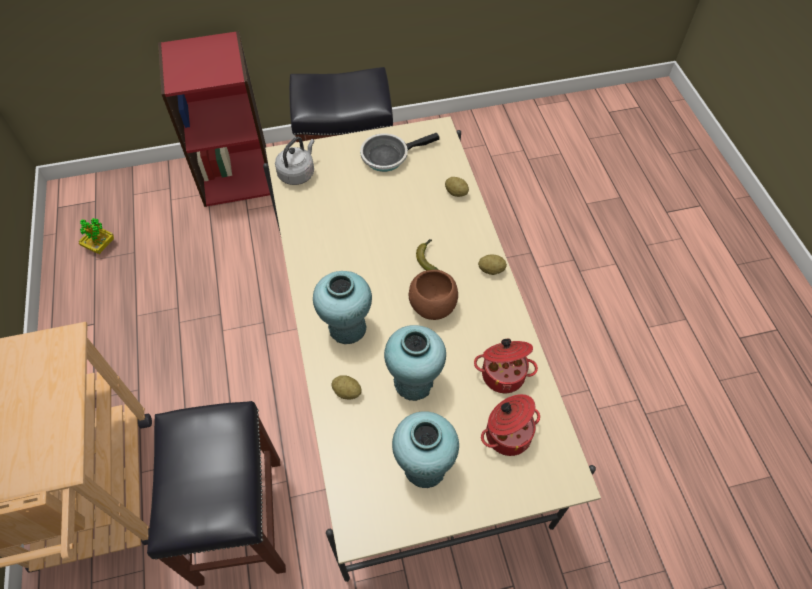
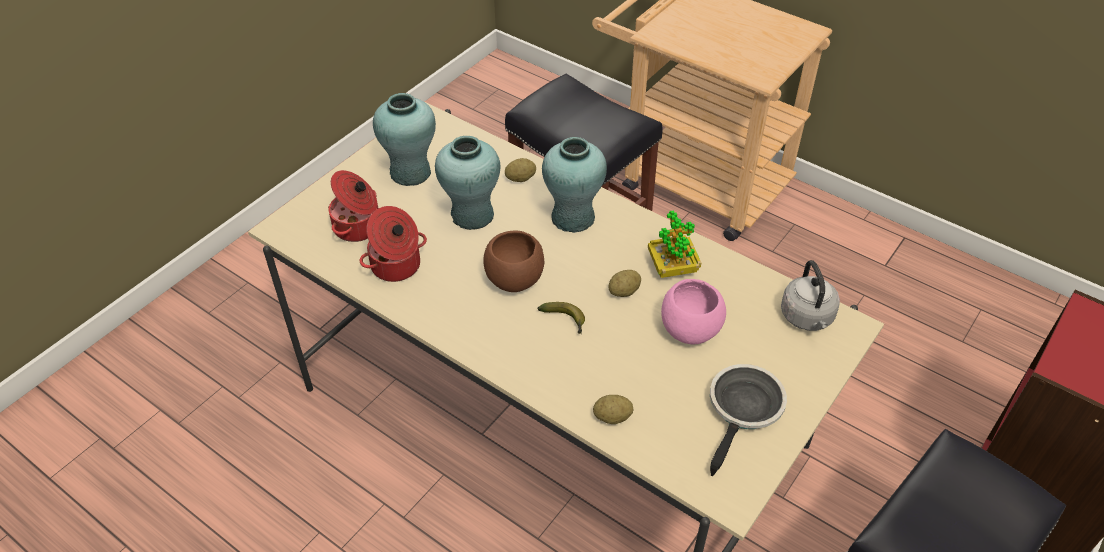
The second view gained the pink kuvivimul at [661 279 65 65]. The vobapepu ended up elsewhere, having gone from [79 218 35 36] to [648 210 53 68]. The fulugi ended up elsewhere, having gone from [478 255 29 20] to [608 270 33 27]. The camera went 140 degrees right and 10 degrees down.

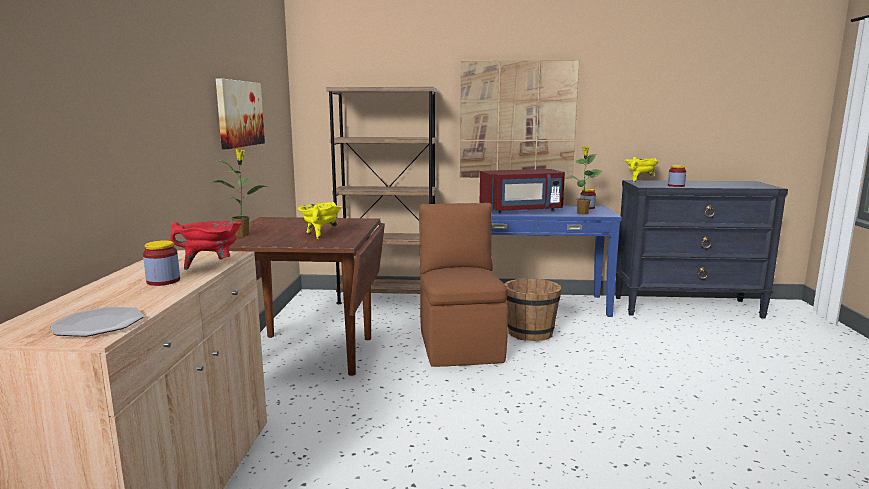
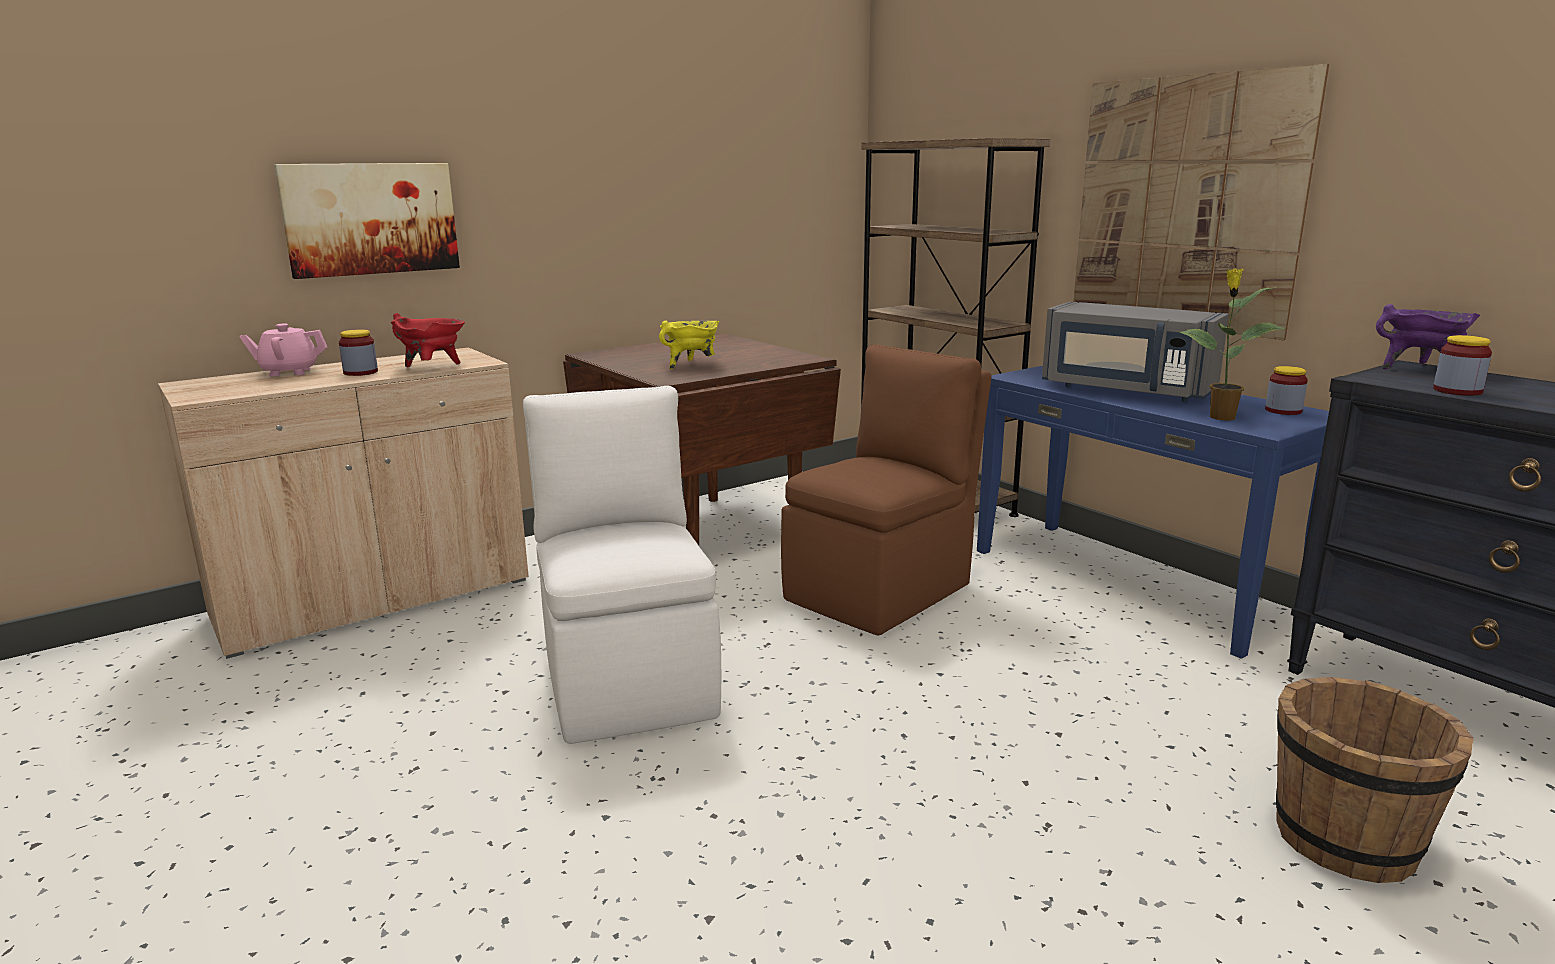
The second view lost the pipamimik at [50 307 94 30]. The second view lost the vobapepu at [214 149 55 88]. The second view gained the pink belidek at [239 324 88 53]. The second view gained the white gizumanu at [523 386 198 358]. The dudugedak ended up elsewhere, having gone from [216 78 49 71] to [274 163 186 116]. The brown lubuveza ended up elsewhere, having gone from [504 278 57 63] to [1276 677 198 206]. What was the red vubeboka at [480 169 85 44] turned into the grey vubeboka at [1042 302 187 100]. What was the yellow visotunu at [625 157 34 26] turned into the purple visotunu at [1376 304 104 65]. The camera went 50 degrees right and 5 degrees up.

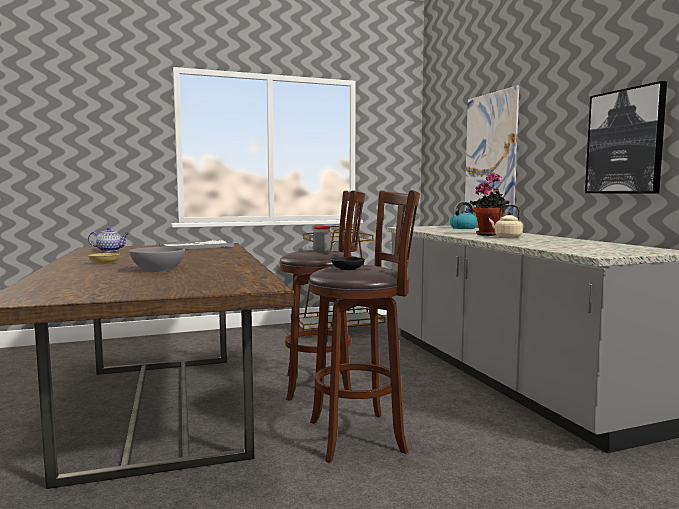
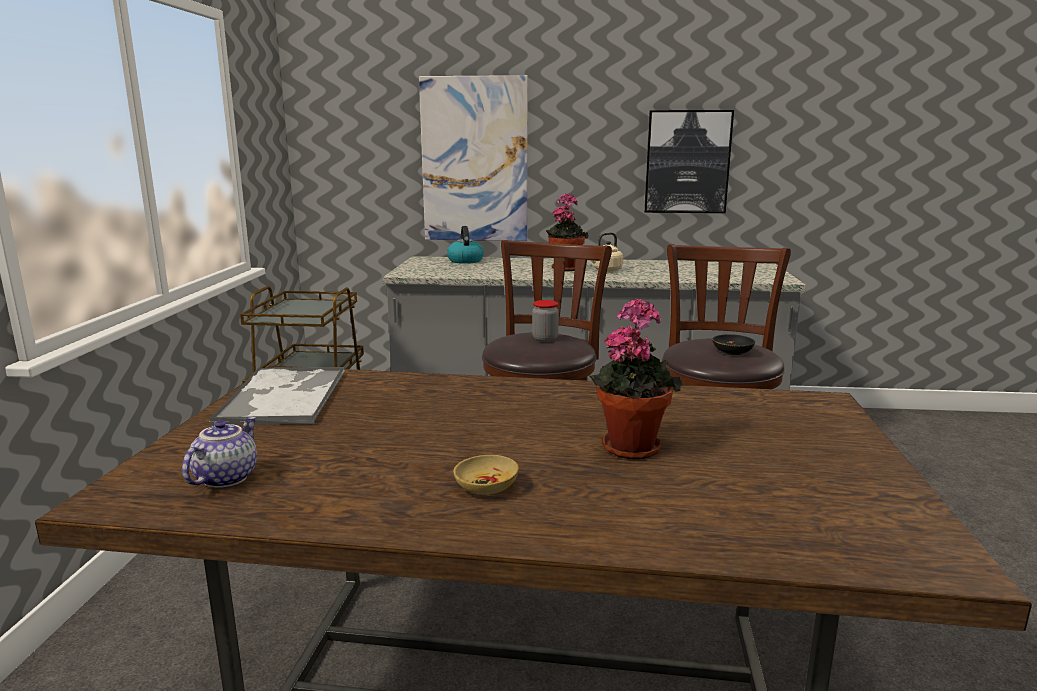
Where the grey kuvivimul stood at [129 247 56 25], the vobapepu came to stand at [590 298 92 161]. The camera went 65 degrees left and 10 degrees up.

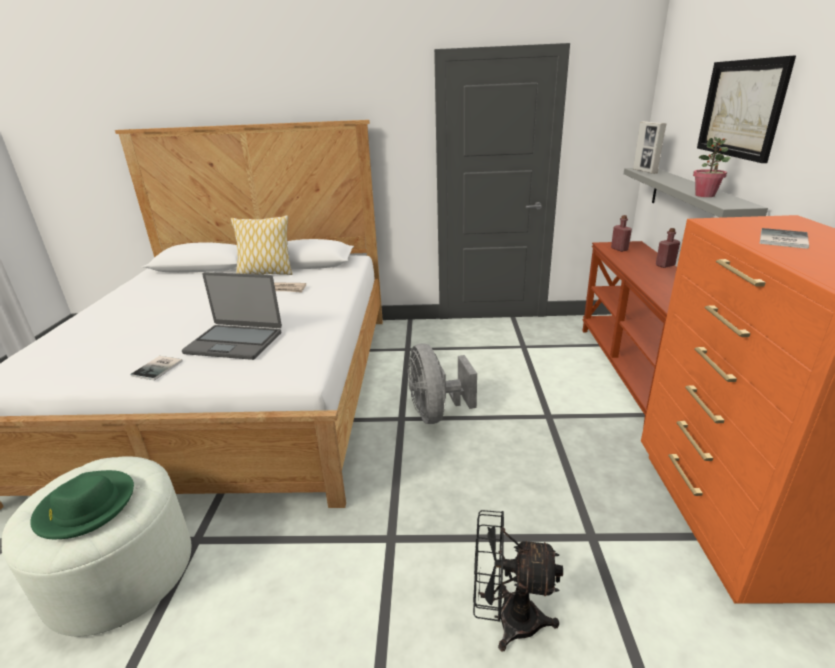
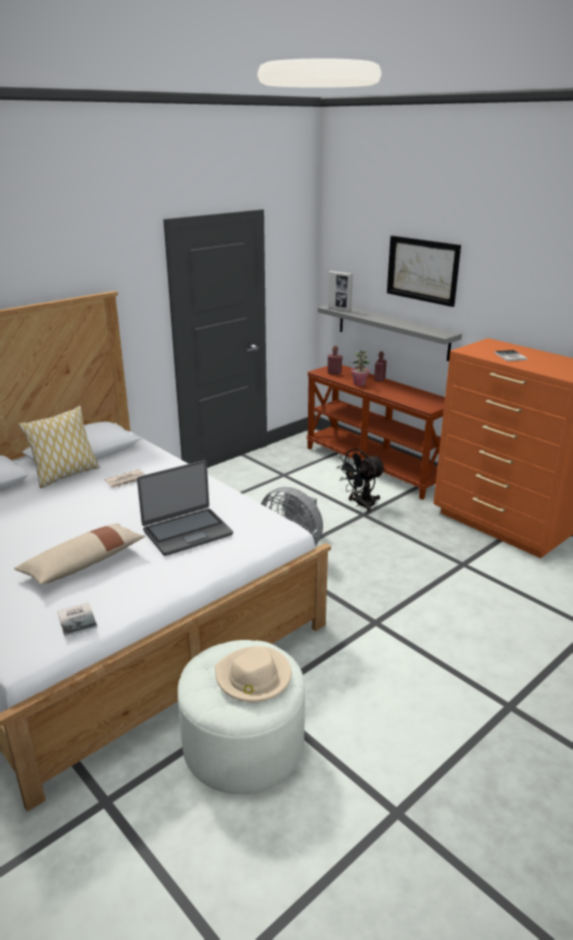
The second view gained the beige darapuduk at [14 523 131 62]. The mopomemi ended up elsewhere, having gone from [130 356 53 25] to [57 603 41 34]. The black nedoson ended up elsewhere, having gone from [473 510 90 141] to [338 449 47 63]. The vobapepu ended up elsewhere, having gone from [693 137 37 60] to [351 350 19 36]. What was the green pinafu at [30 470 104 69] turned into the beige pinafu at [215 646 77 56]. The camera went 45 degrees left and 0 degrees up.

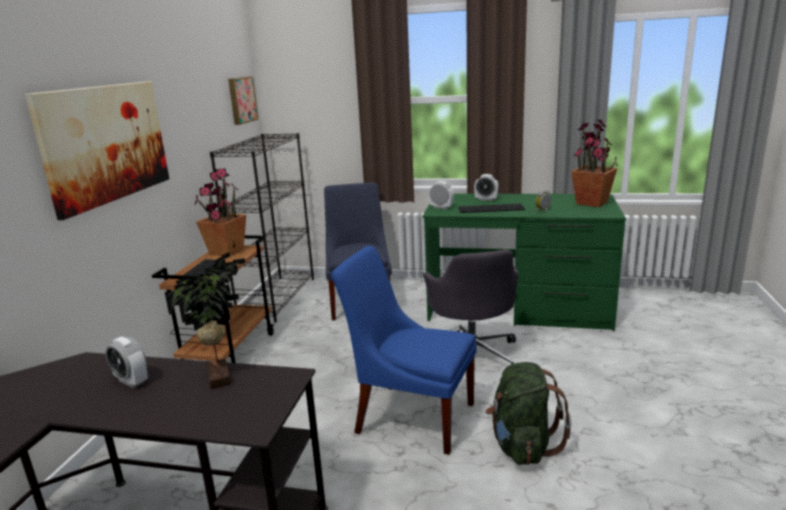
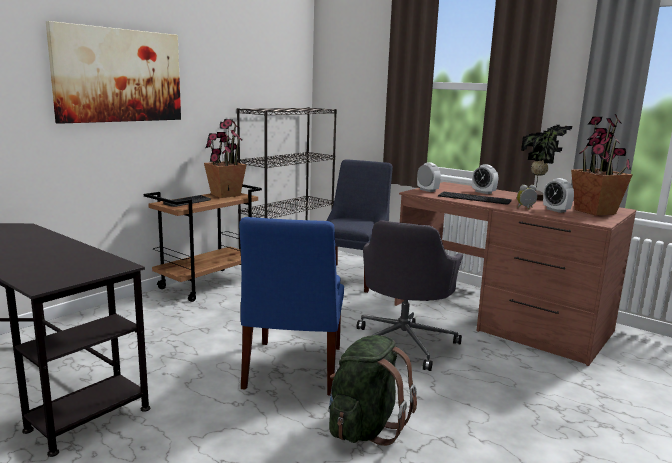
The second view lost the dudugedak at [228 76 30 49]. The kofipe ended up elsewhere, having gone from [106 337 42 51] to [543 178 31 35]. The vobapepu ended up elsewhere, having gone from [165 252 80 137] to [521 125 51 75]. What was the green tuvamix at [422 193 204 138] turned into the brown tuvamix at [394 182 242 184]. The blue gizumanu at [331 246 145 209] ended up facing another way, 135 degrees counterclockwise from before. The camera went 25 degrees right and 5 degrees down.

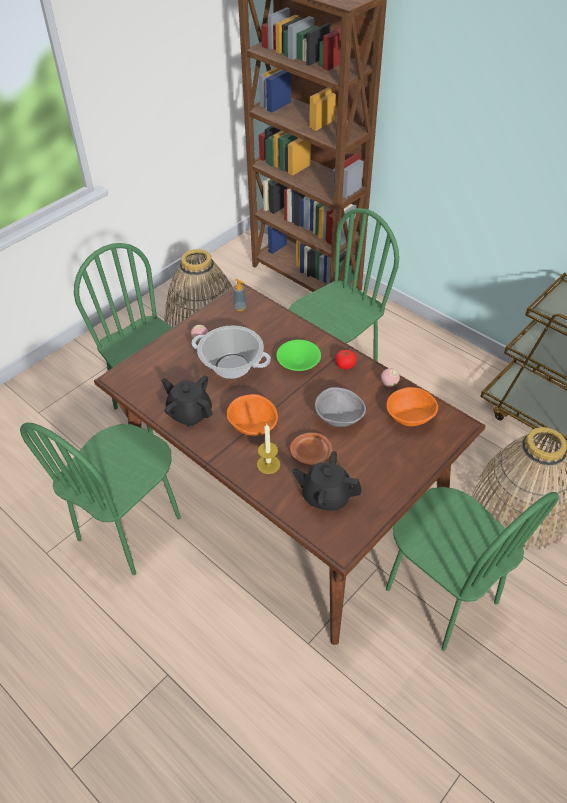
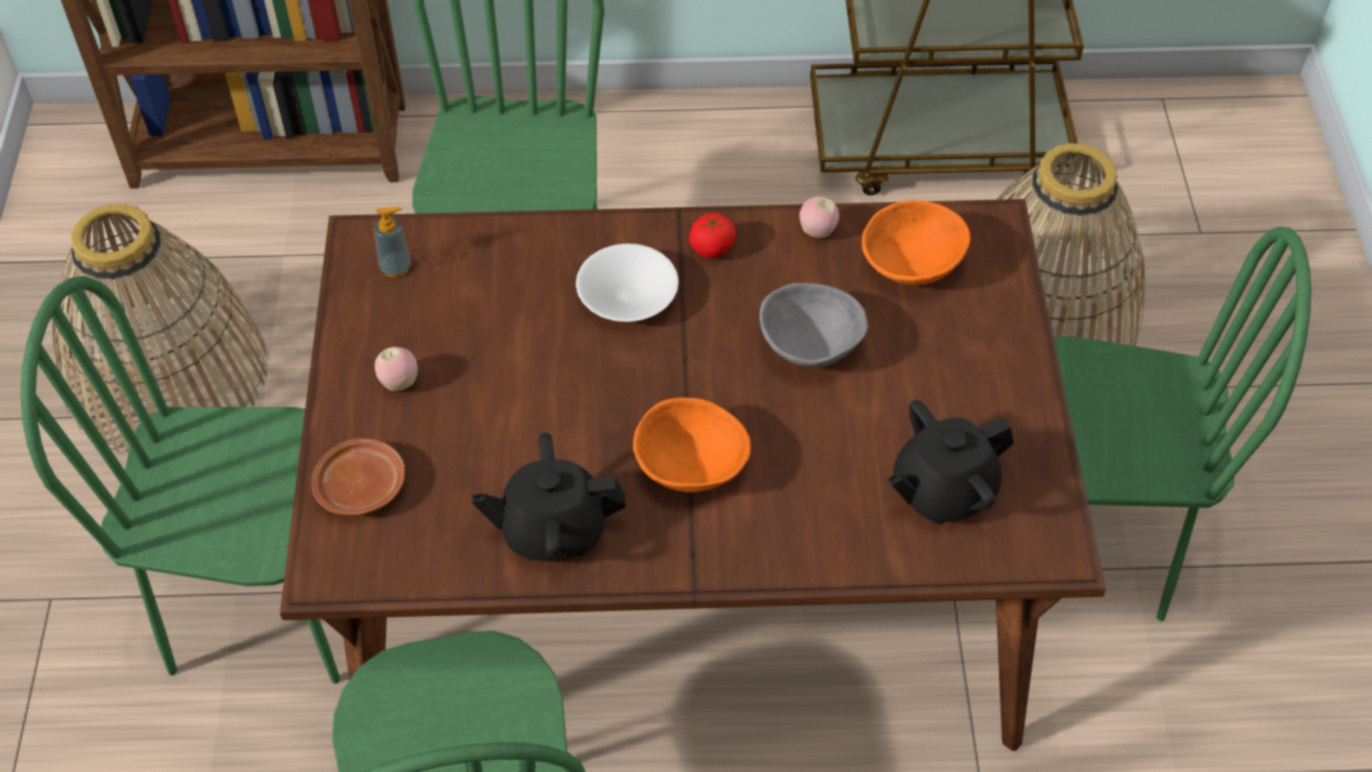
The second view lost the visotunu at [192 326 79 53]. The second view lost the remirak at [257 424 23 50]. The brown pipamimik ended up elsewhere, having gone from [290 433 42 32] to [311 438 94 78]. What was the green kuvivimul at [276 340 45 31] turned into the white kuvivimul at [576 244 103 78]. The camera went 45 degrees left and 5 degrees up.

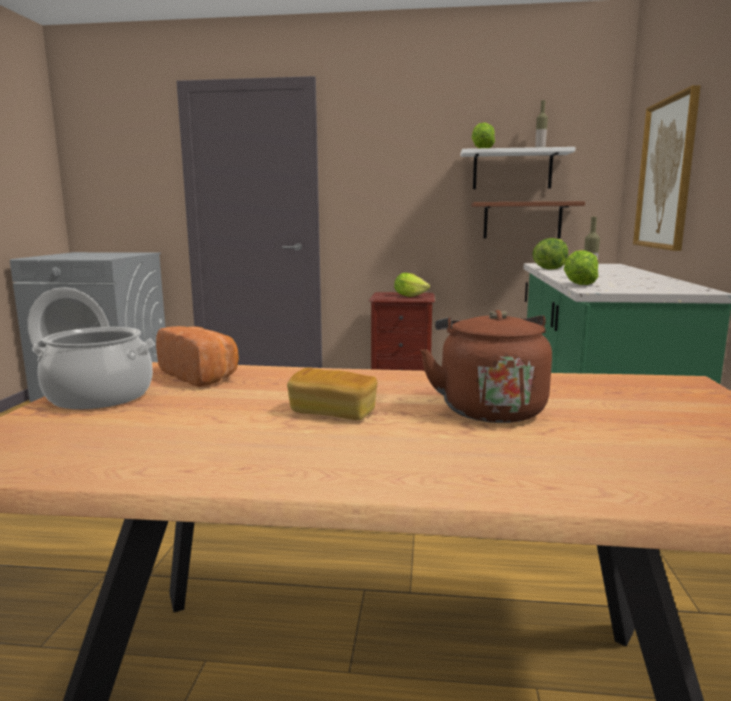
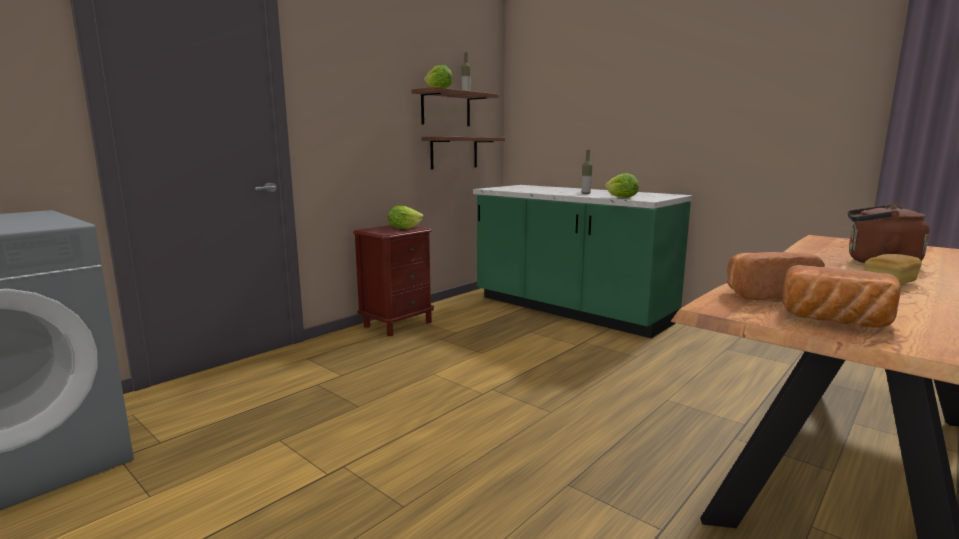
The second view lost the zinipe at [532 238 36 32]. The second view lost the dudugedak at [633 85 68 166]. Where the visotunu stood at [32 327 123 82], the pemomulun came to stand at [782 265 119 63]. What was the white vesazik at [461 147 115 42] turned into the brown vesazik at [412 87 87 39]. The camera went 55 degrees left and 0 degrees up.

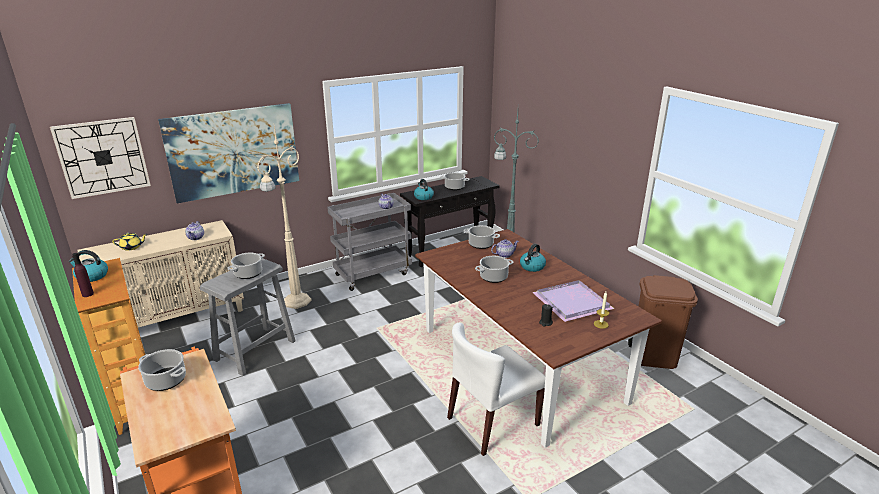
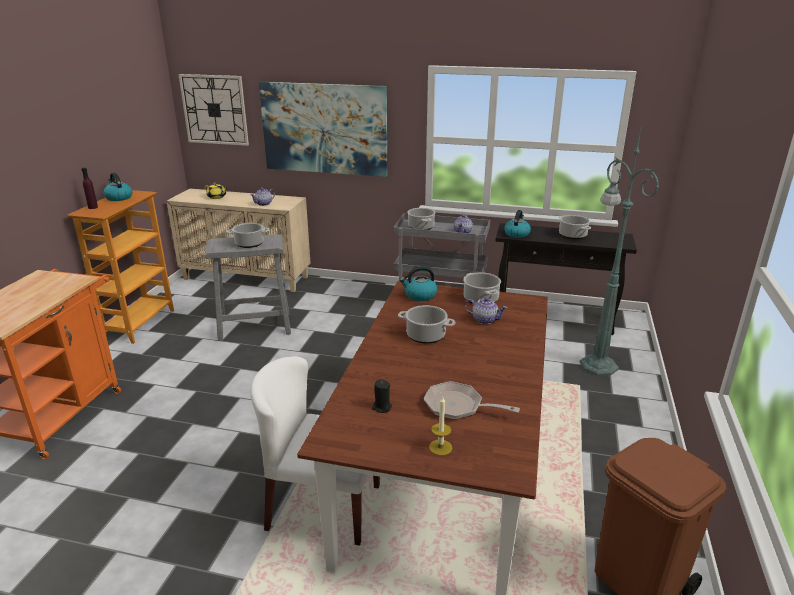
The second view lost the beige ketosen at [257 126 54 183]. The visotunu ended up elsewhere, having gone from [138 349 48 42] to [407 208 28 22]. The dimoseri ended up elsewhere, having gone from [520 244 26 28] to [400 266 38 35]. Where the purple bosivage stood at [532 280 83 42], the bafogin came to stand at [424 381 96 39]. The camera went 45 degrees right and 0 degrees up.

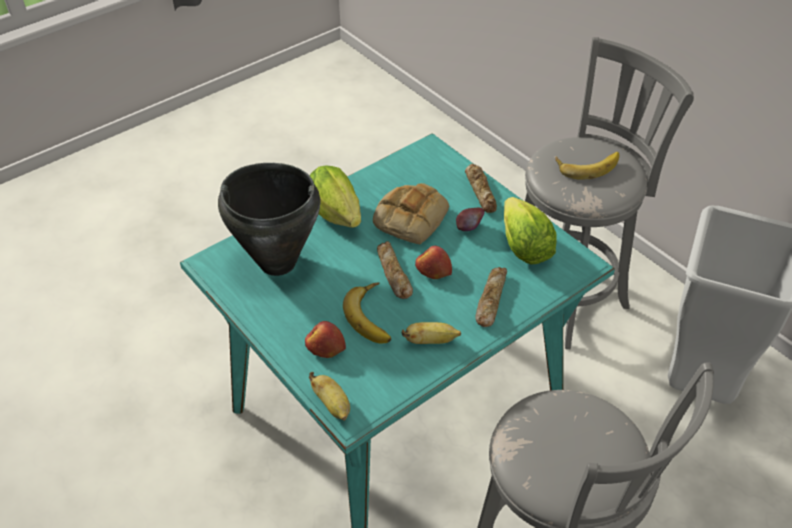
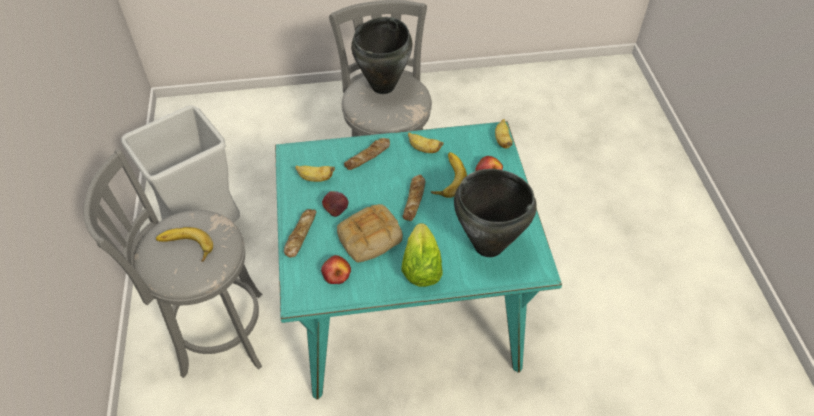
The second view gained the black visotunu at [351 17 61 77]. The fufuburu ended up elsewhere, having gone from [415 246 37 33] to [321 255 30 29]. Where the zinipe stood at [504 197 52 68], the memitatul came to stand at [295 166 40 16]. The camera went 150 degrees left and 5 degrees up.

